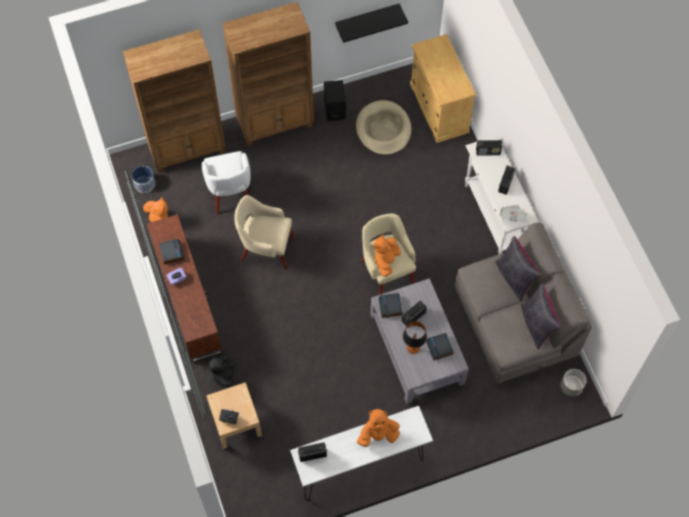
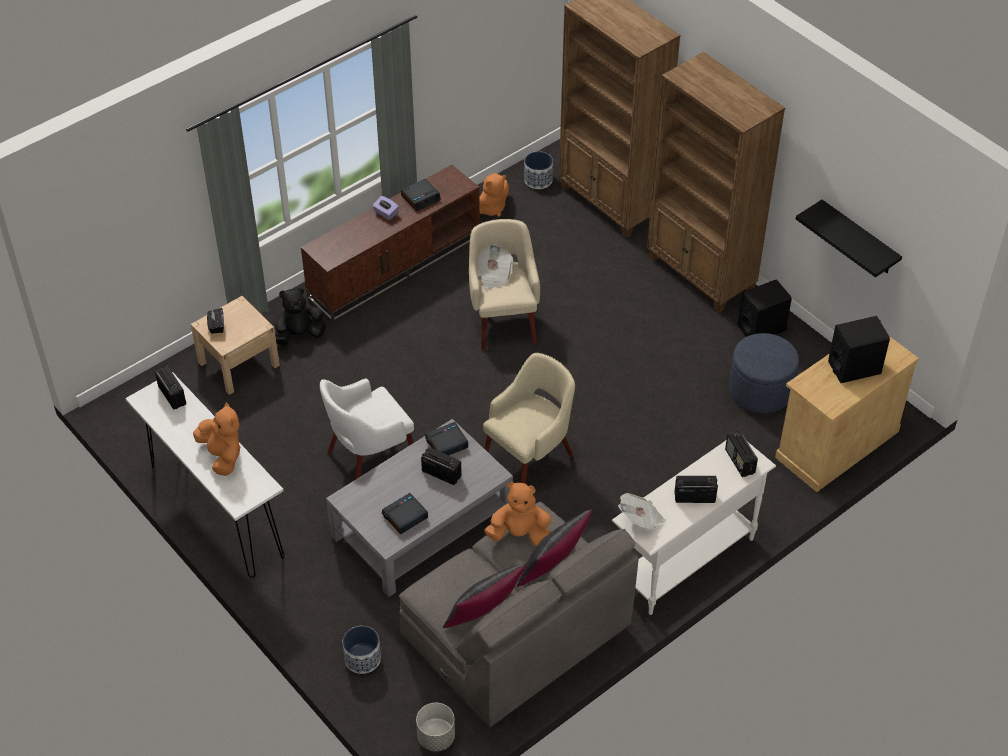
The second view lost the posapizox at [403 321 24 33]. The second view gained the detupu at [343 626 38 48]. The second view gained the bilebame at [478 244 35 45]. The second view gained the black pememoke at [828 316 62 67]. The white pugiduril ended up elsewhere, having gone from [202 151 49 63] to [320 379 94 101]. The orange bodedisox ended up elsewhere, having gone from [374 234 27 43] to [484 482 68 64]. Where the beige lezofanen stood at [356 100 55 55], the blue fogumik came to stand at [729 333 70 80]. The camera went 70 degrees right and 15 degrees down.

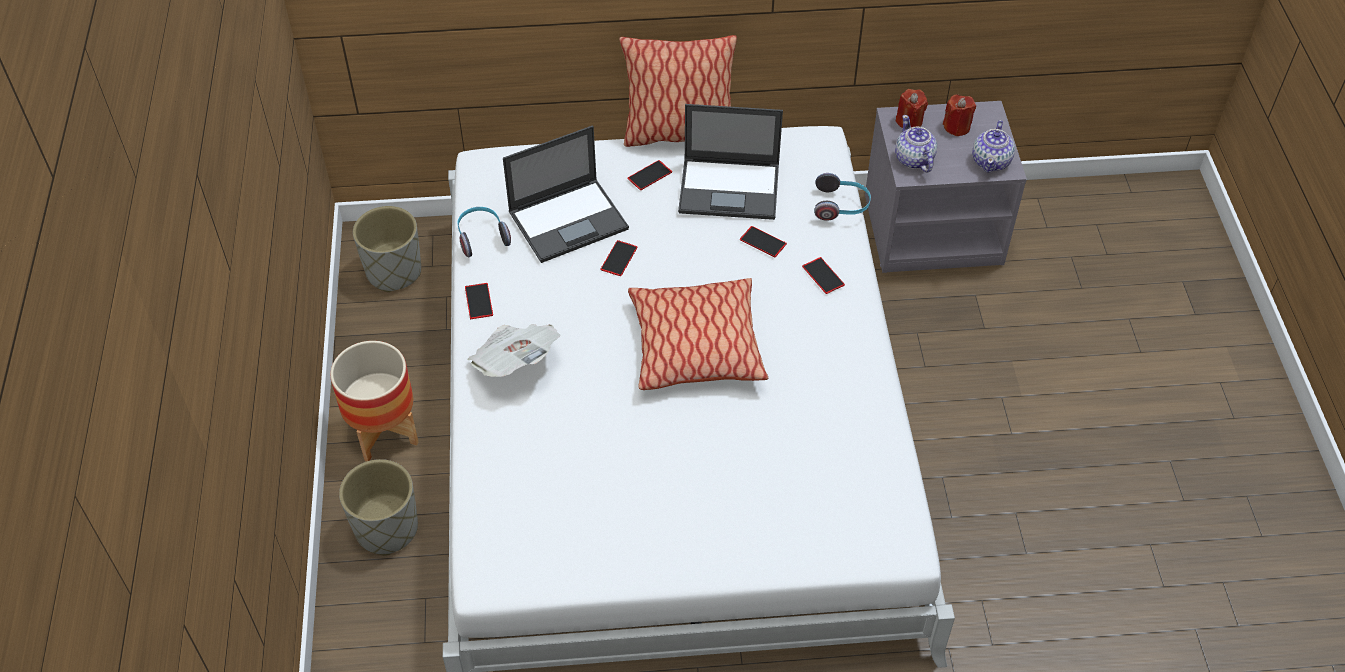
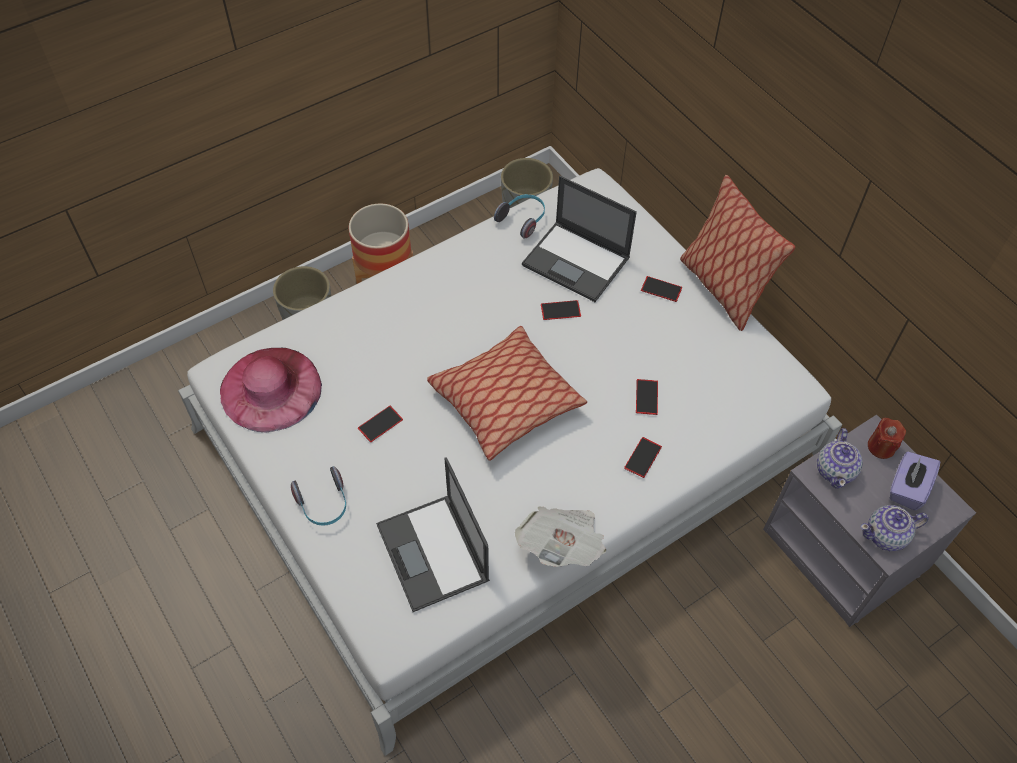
The second view gained the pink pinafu at [220 348 102 84]. The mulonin ended up elsewhere, having gone from [465 283 28 36] to [358 406 45 36]. The bilebame ended up elsewhere, having gone from [467 324 94 53] to [515 506 91 61]. The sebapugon ended up elsewhere, having gone from [678 104 105 116] to [376 457 114 155]. The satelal ended up elsewhere, having gone from [814 173 57 48] to [291 466 55 60]. Where the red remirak stood at [943 94 33 42], the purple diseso came to stand at [890 452 50 58]. The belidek at [895 115 42 57] ended up facing another way, 150 degrees clockwise from before. The camera went 60 degrees right and 5 degrees up.

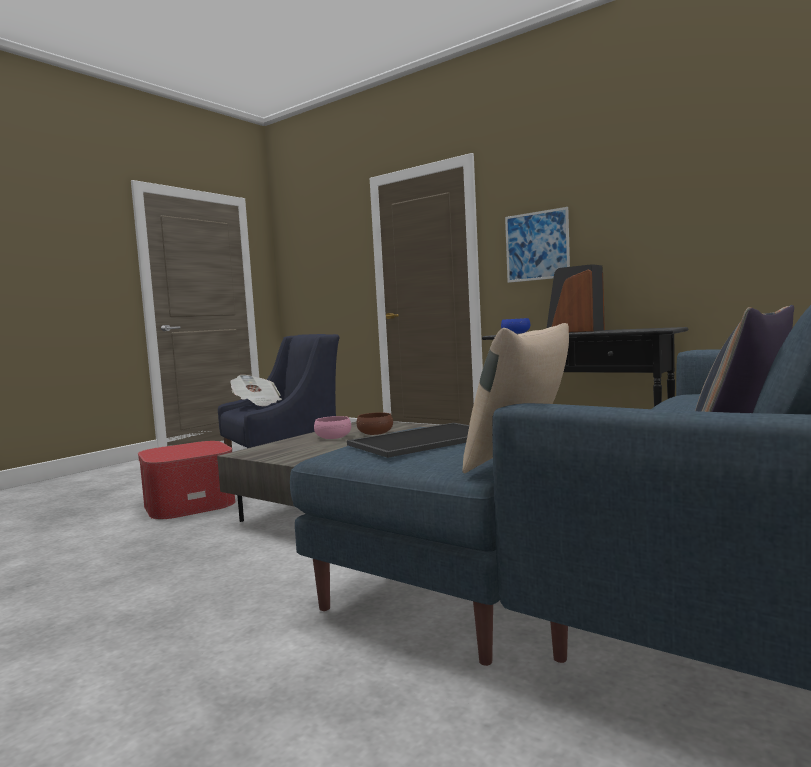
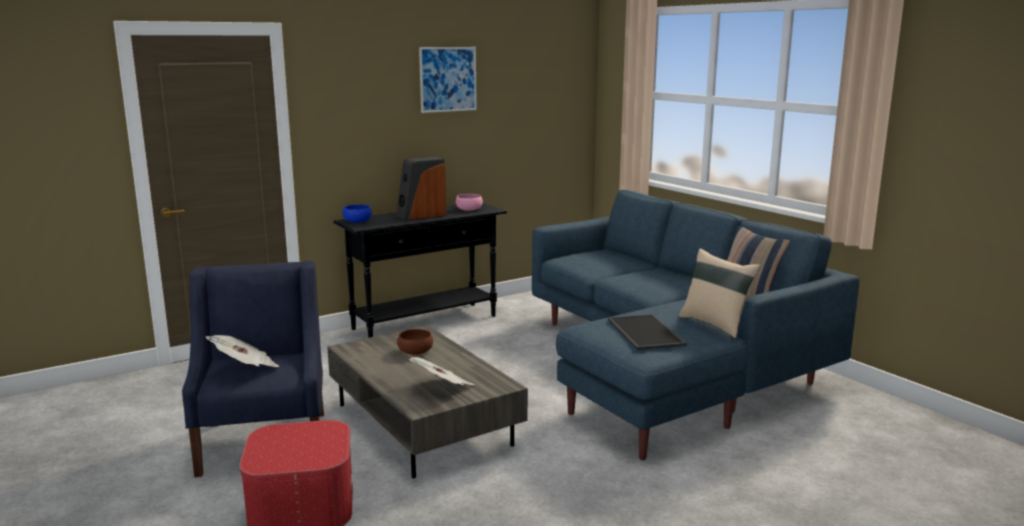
The second view gained the bilebame at [408 357 67 29]. The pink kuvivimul ended up elsewhere, having gone from [314 416 37 23] to [456 194 27 17]. The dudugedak ended up elsewhere, having gone from [505 207 65 76] to [419 47 58 66]. The camera went 70 degrees left and 10 degrees up.

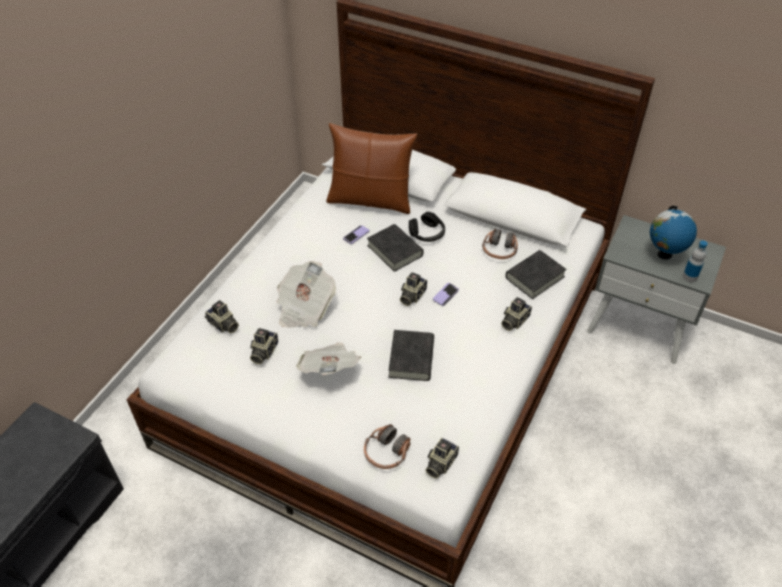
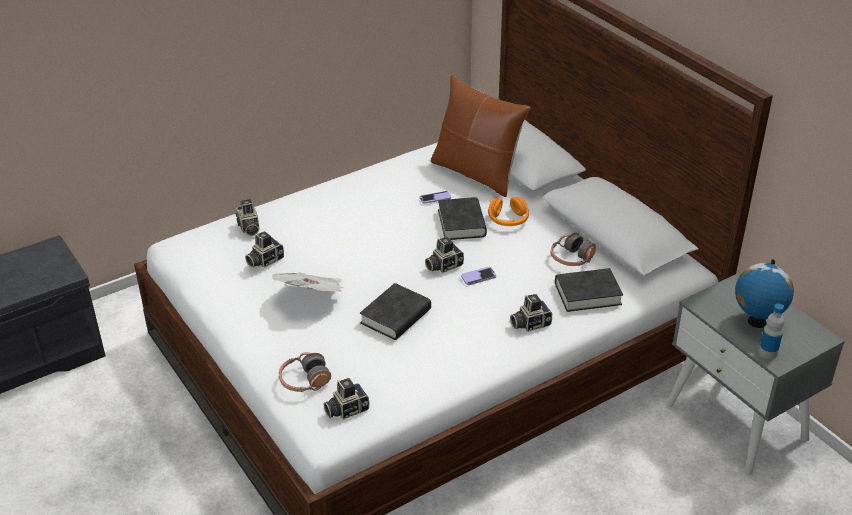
The second view lost the bilebame at [277 261 59 67]. What was the black satelal at [409 212 36 30] turned into the orange satelal at [488 197 41 29]. The camera went 30 degrees right and 10 degrees down.

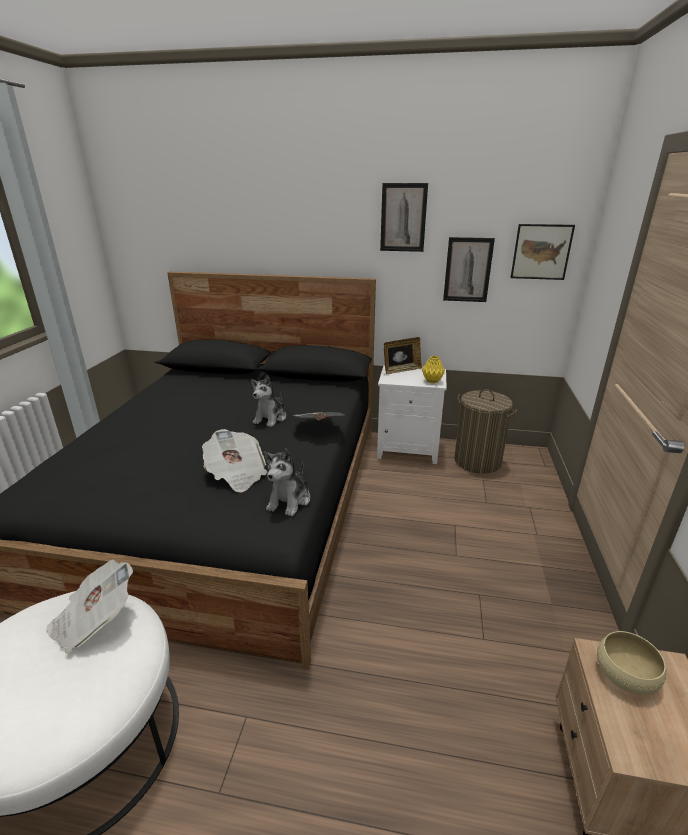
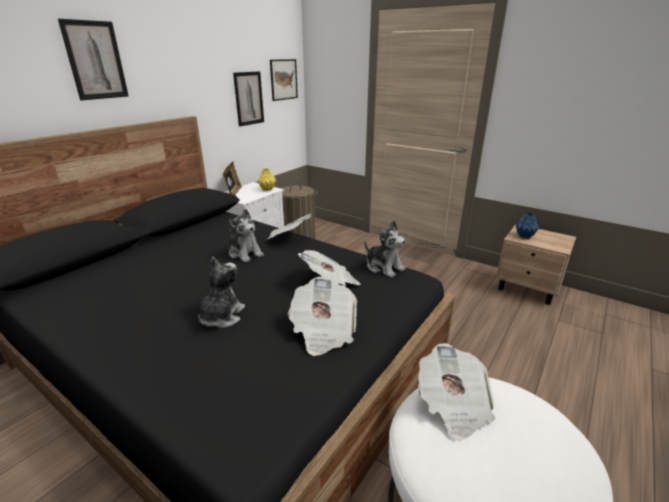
The second view gained the bodedisox at [198 257 47 71]. The second view gained the bilebame at [288 277 69 79]. The dudugedak ended up elsewhere, having gone from [380 183 48 69] to [58 19 71 81]. Where the beige kuvivimul stood at [597 631 69 64], the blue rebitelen came to stand at [516 213 23 26]. The camera went 65 degrees left and 0 degrees up.

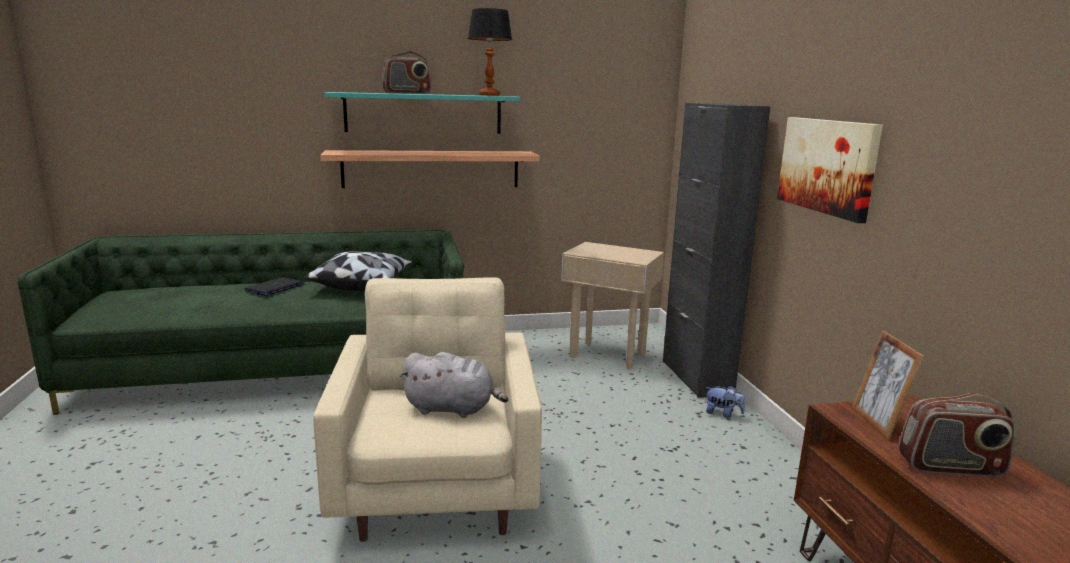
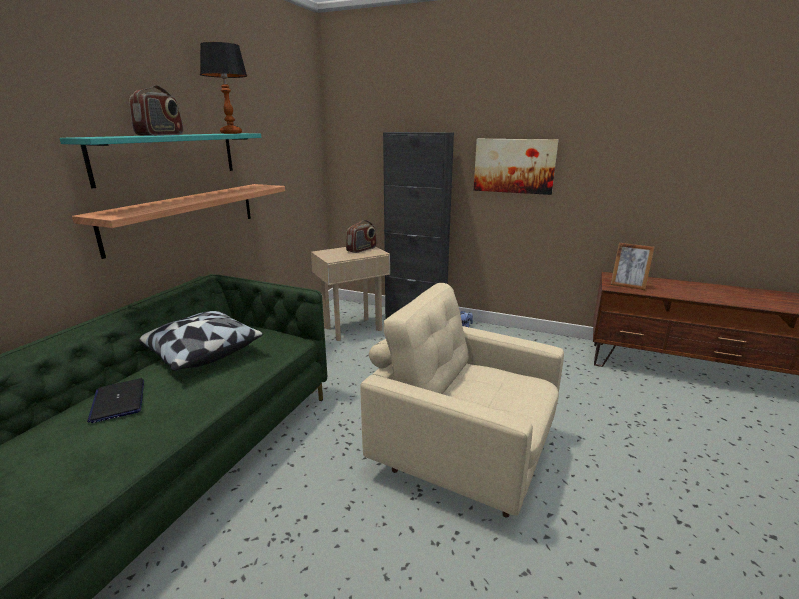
The second view lost the grey bodedisox at [400 352 108 66]. The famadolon ended up elsewhere, having gone from [899 393 116 84] to [346 220 31 33]. The camera went 55 degrees left and 5 degrees up.

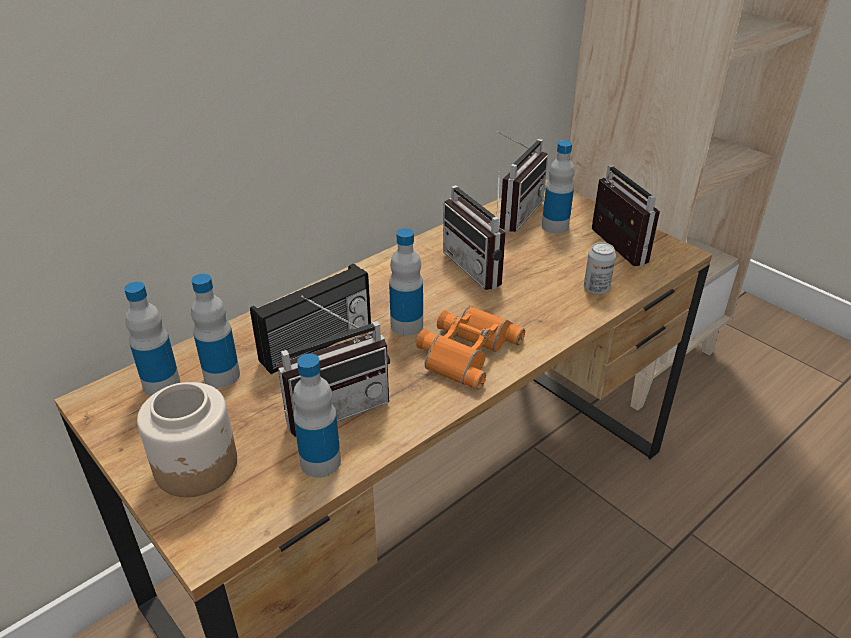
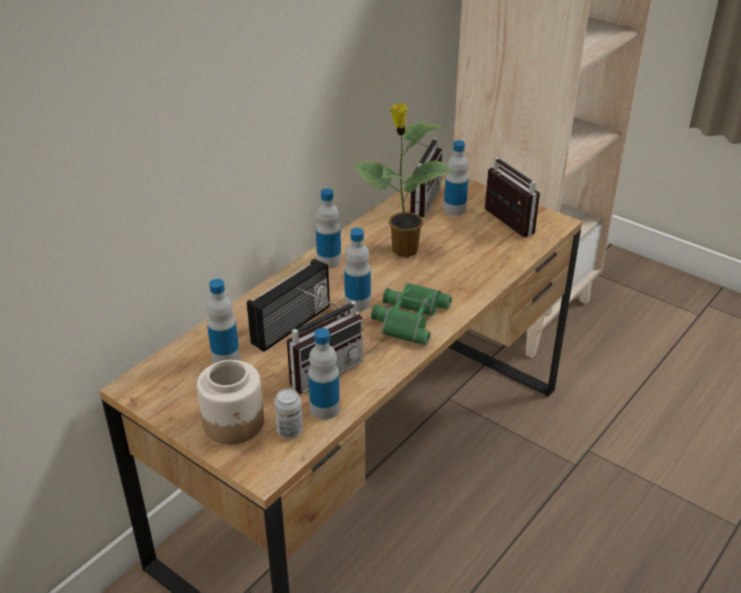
The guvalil ended up elsewhere, having gone from [124 282 56 114] to [316 188 25 80]. The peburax ended up elsewhere, having gone from [584 242 32 53] to [274 388 29 51]. Where the famadolon stood at [443 171 63 119], the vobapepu came to stand at [352 103 103 154]. What was the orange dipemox at [416 306 109 84] turned into the green dipemox at [371 283 81 62]. The camera went 10 degrees left and 0 degrees up.

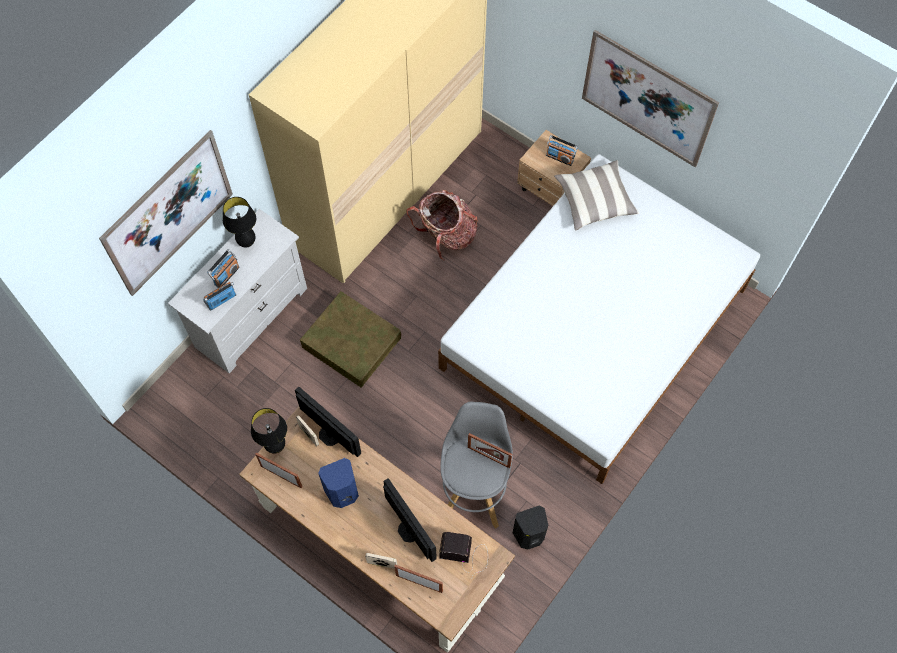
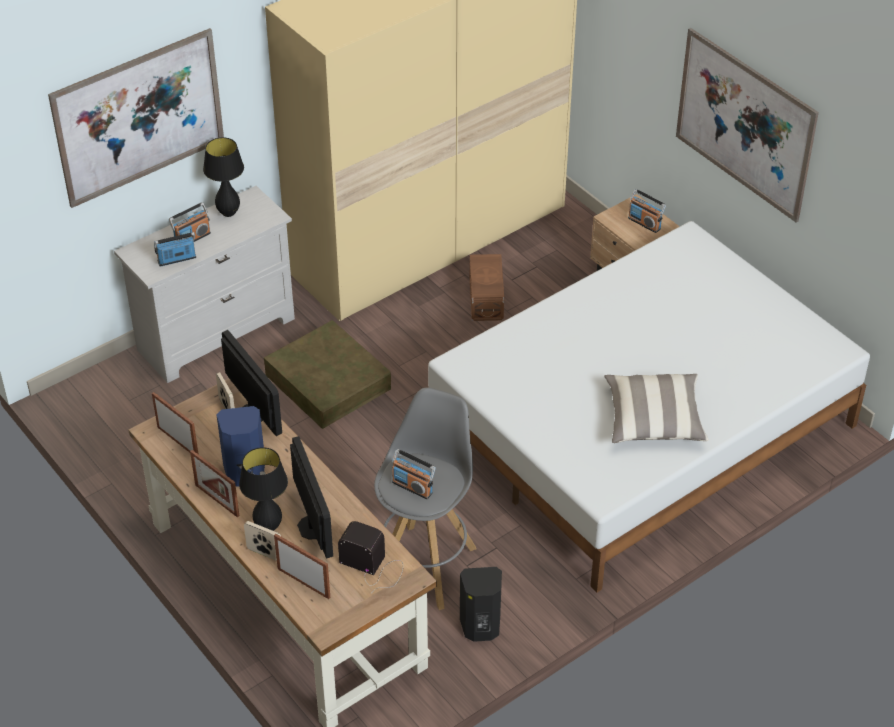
The second view gained the famadolon at [392 449 44 50]. The black posapizox ended up elsewhere, having gone from [251 408 36 45] to [239 447 49 84]. The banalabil ended up elsewhere, having gone from [468 433 44 35] to [190 450 49 68]. The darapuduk ended up elsewhere, having gone from [554 160 85 71] to [604 374 105 69]. Where the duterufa stood at [406 190 72 70], the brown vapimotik came to stand at [470 254 34 67]. The camera went 15 degrees right and 20 degrees down.

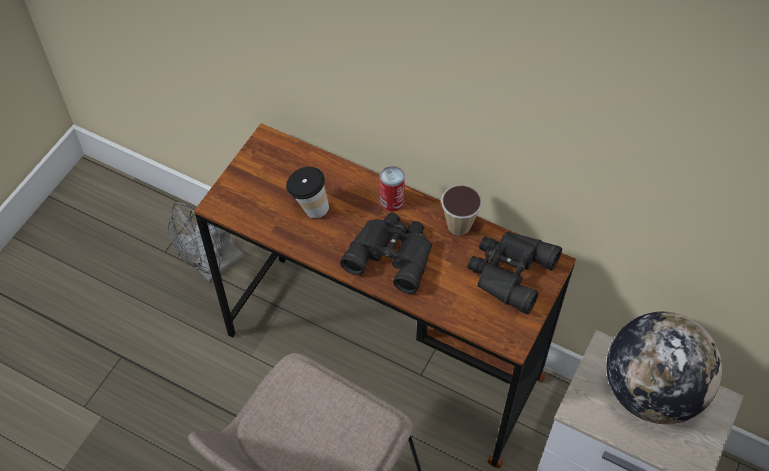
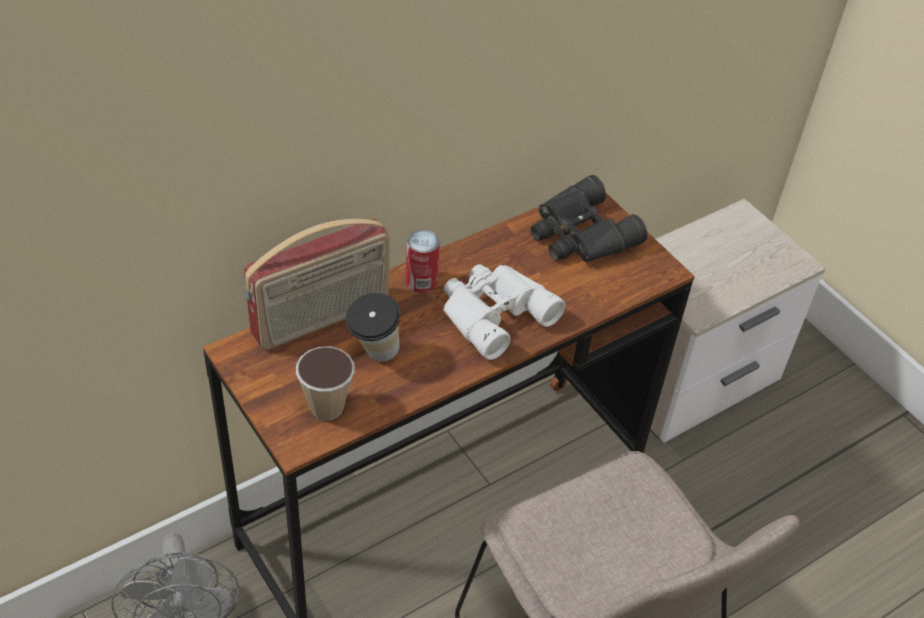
The second view lost the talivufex at [607 312 115 112]. The second view gained the famadolon at [244 219 146 131]. The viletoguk ended up elsewhere, having gone from [441 185 41 50] to [296 346 59 75]. What was the black dipemox at [340 213 92 81] turned into the white dipemox at [443 264 123 96]. The camera went 65 degrees left and 10 degrees down.

